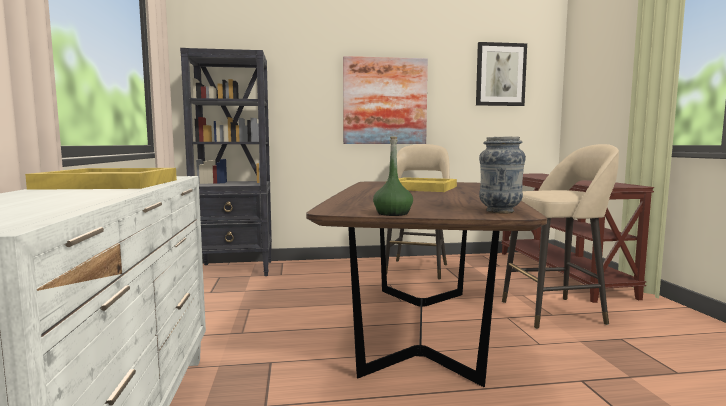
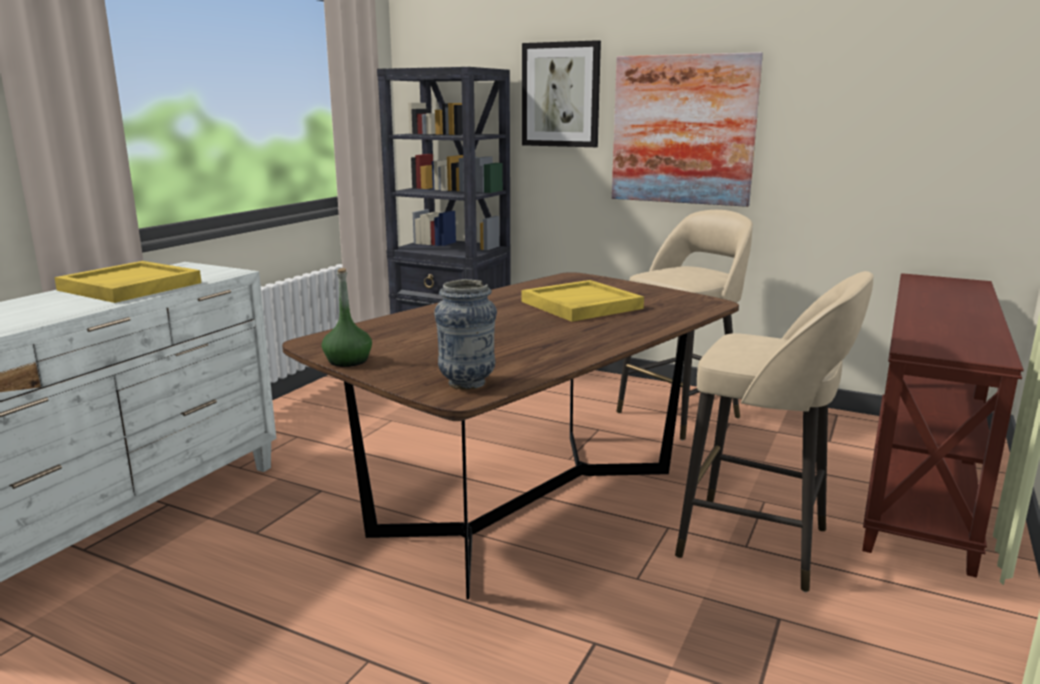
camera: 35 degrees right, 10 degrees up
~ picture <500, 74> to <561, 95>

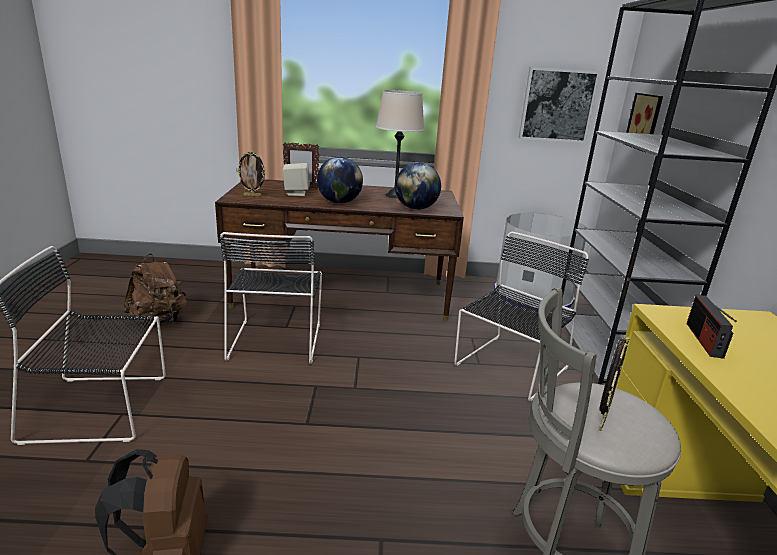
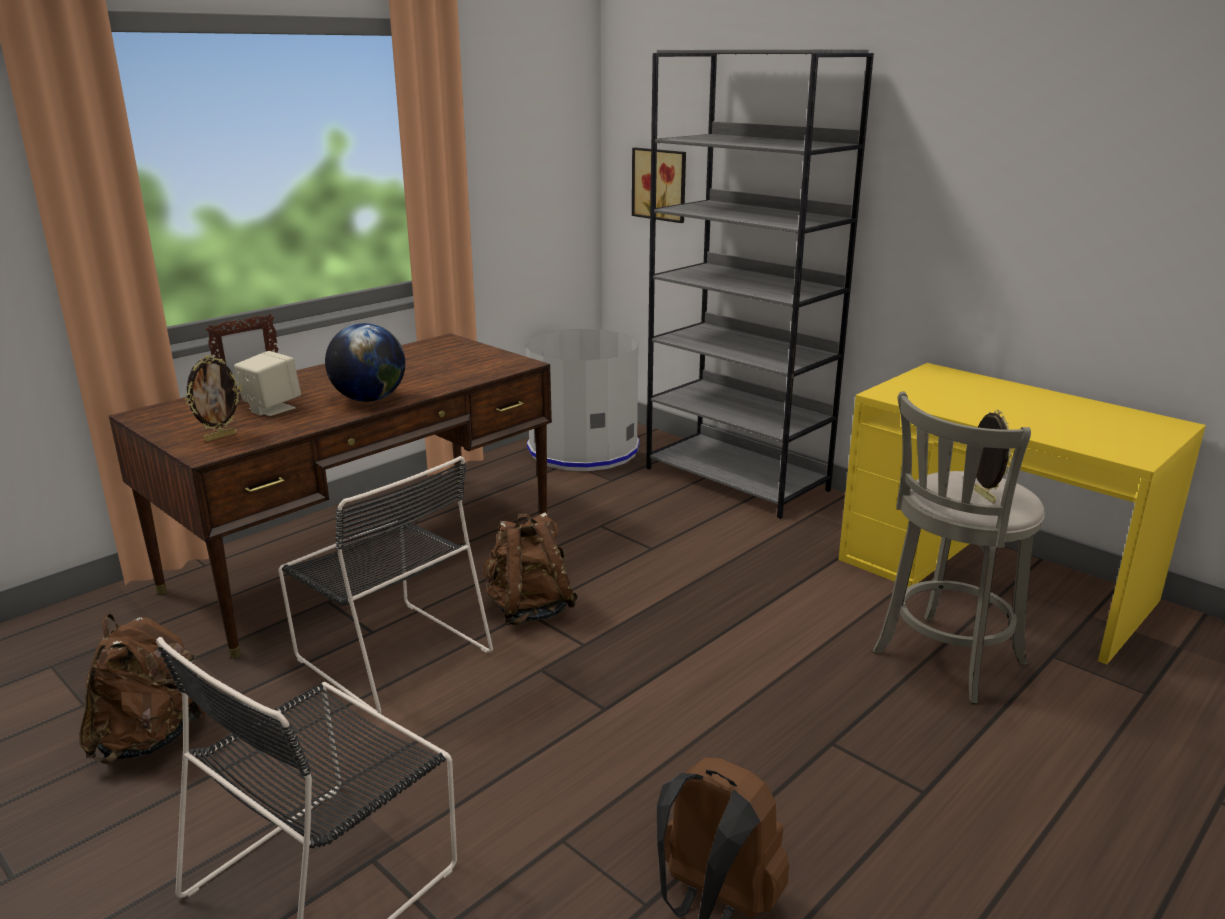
camera: 45 degrees left, 0 degrees up
+ brown backpack <529, 610>
- beige table lamp <395, 195>
- globe <416, 208>
- black chair <509, 367>
- picture <557, 105>
- radio <704, 340>

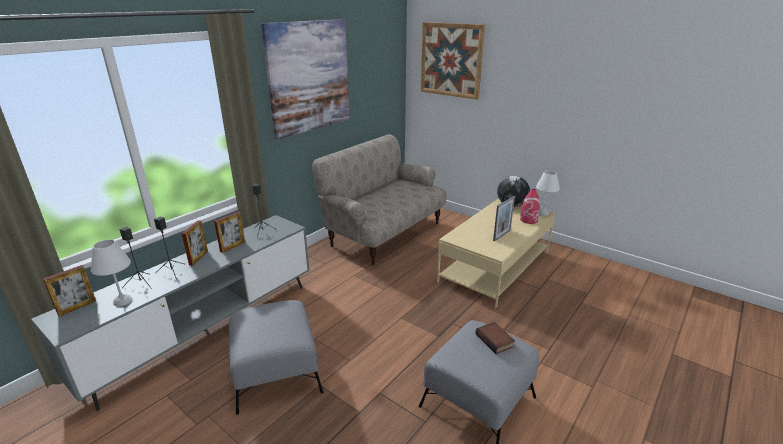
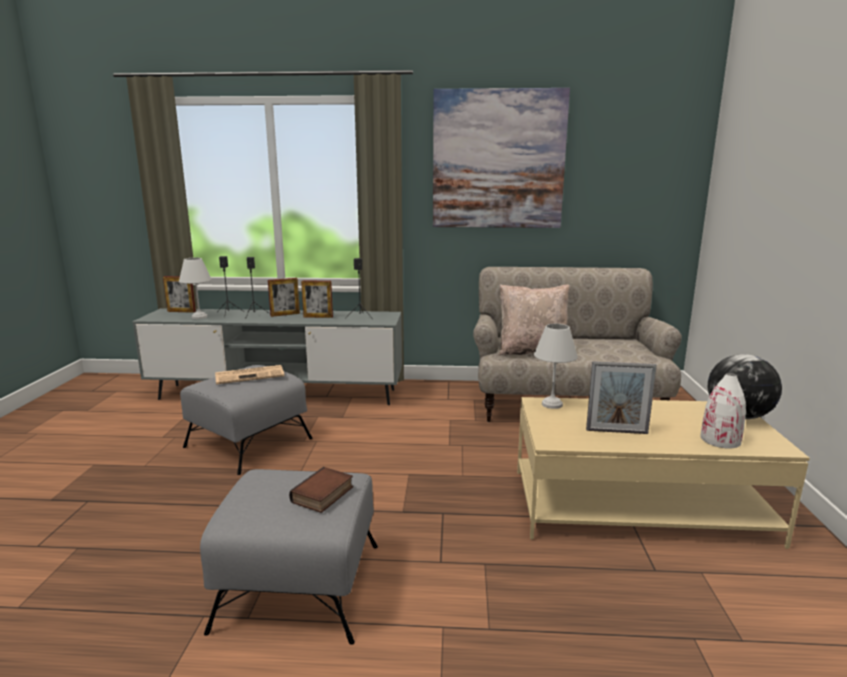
camera: 55 degrees right, 10 degrees down
+ newspaper <250, 375>
+ beige pillow <532, 351>
~ white table lamp <542, 213> to <551, 404>
~ red vase <529, 220> to white vase <720, 440>
- picture <451, 60>

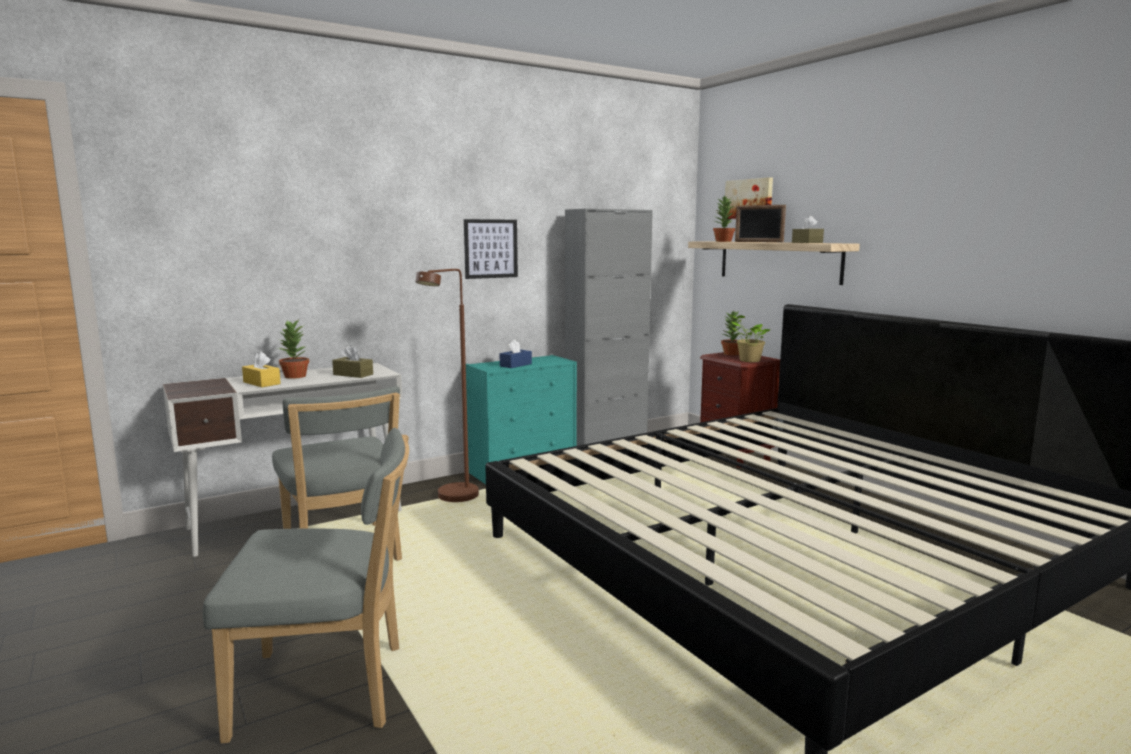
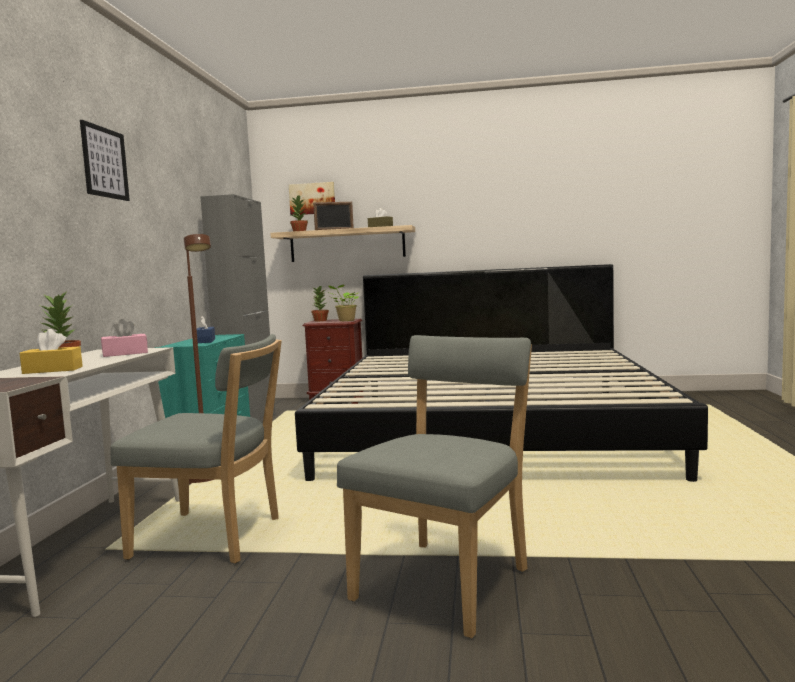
camera: 50 degrees left, 5 degrees down
~ picture <490, 248> to <104, 162>
~ brown tissue box <353, 374> to pink tissue box <125, 353>

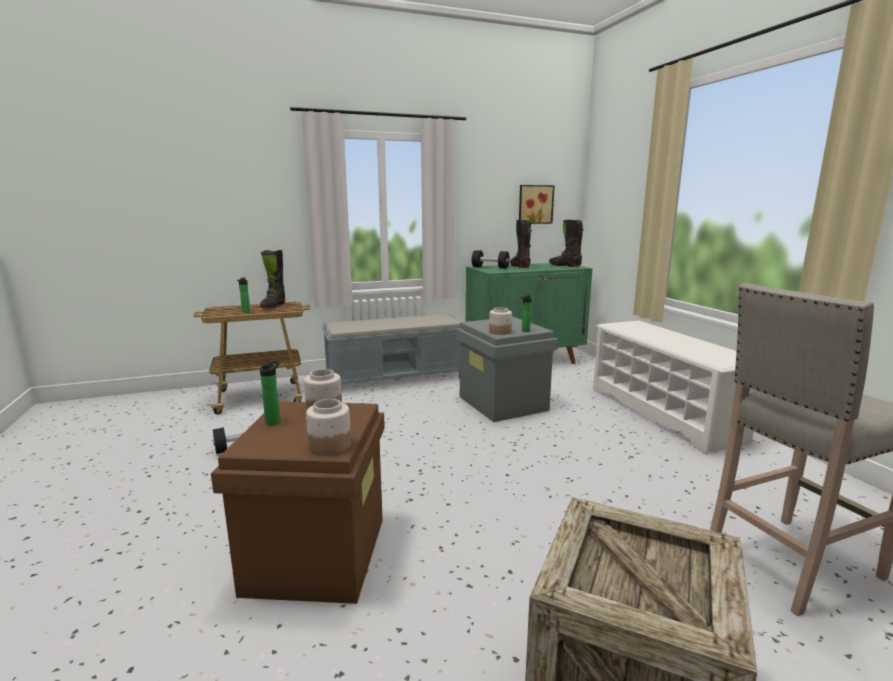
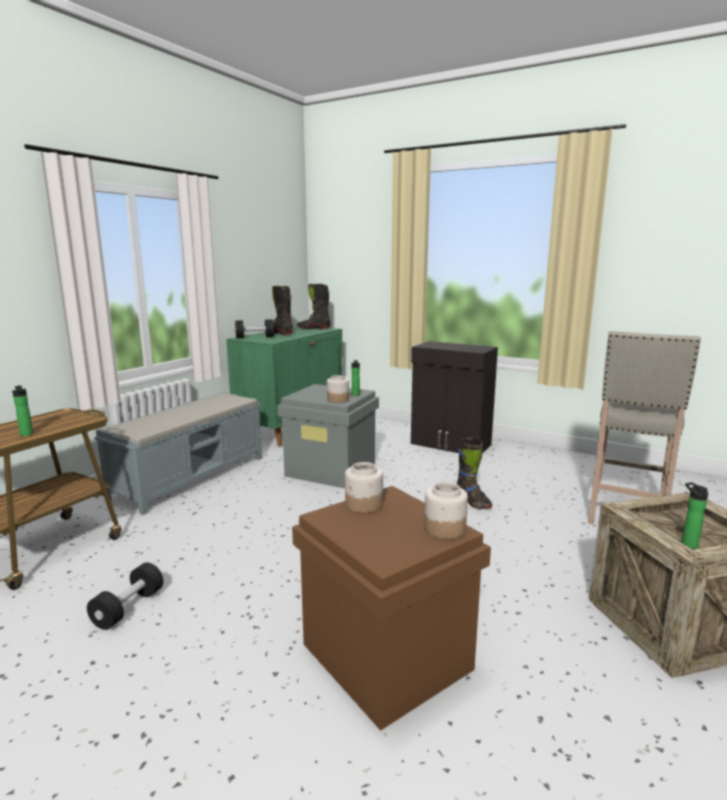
camera: 40 degrees left, 0 degrees up
~ white shoe rack <664, 414> to black cabinet <450, 444>
~ black boot <273, 306> to <472, 502>
~ bottle <274, 421> to <687, 543>
- picture <535, 204>

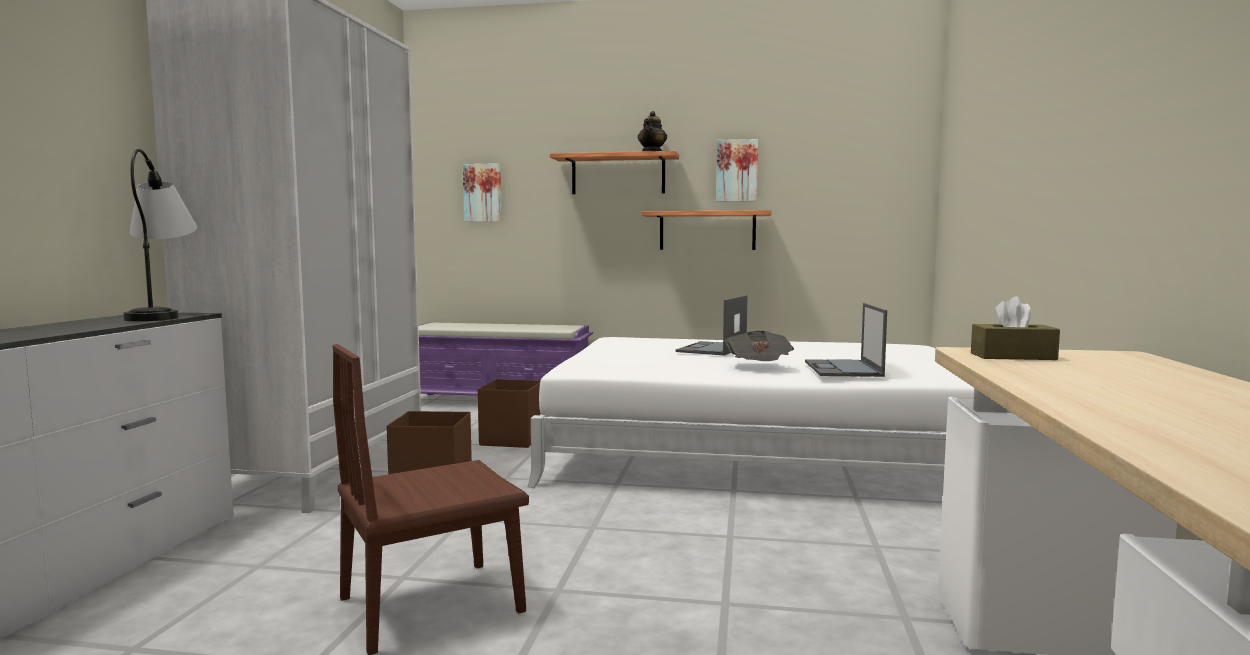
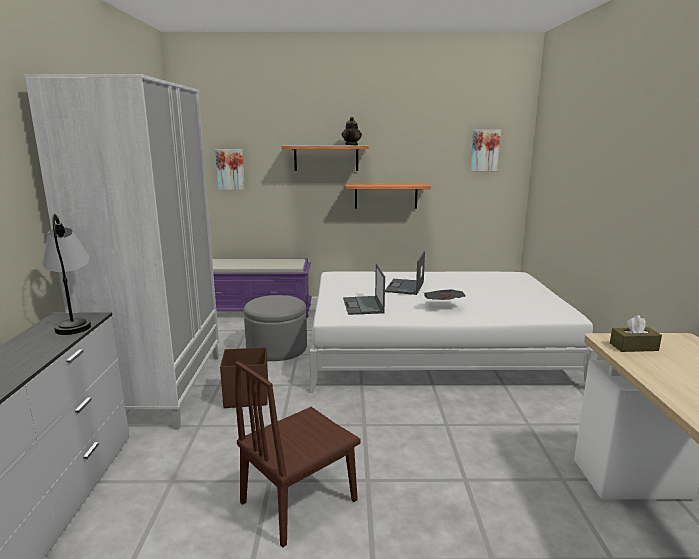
camera: 10 degrees left, 10 degrees up
~ brown storage box <511, 440> to grey ottoman <277, 348>
~ laptop <843, 369> to <363, 306>
~ picture <737, 170> to <484, 150>

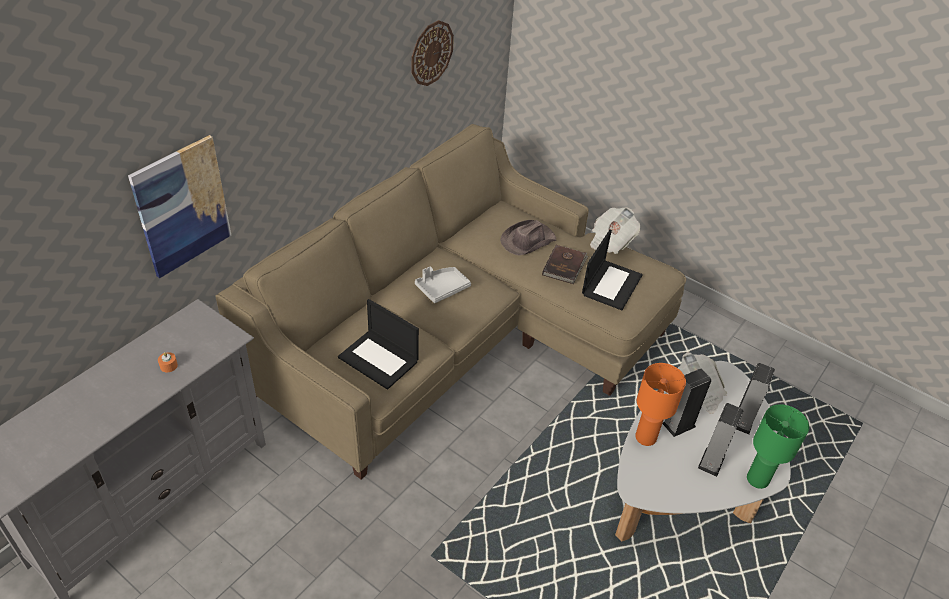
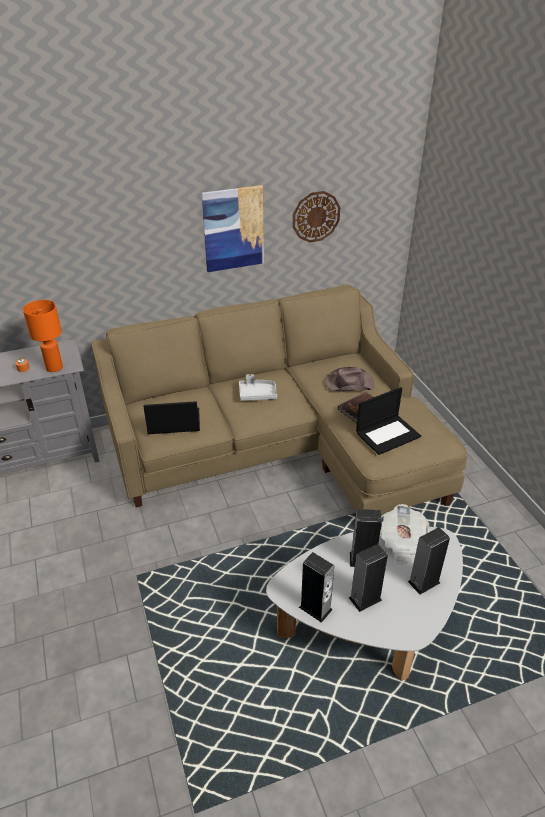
camera: 35 degrees right, 5 degrees down
~ orange table lamp <646, 437> to <55, 368>
~ laptop <379, 359> = <173, 422> 105 degrees clockwise
~ picture <182, 206> to <233, 229>
+ speaker <315, 608>
- newspaper <611, 241>
- green table lamp <758, 479>

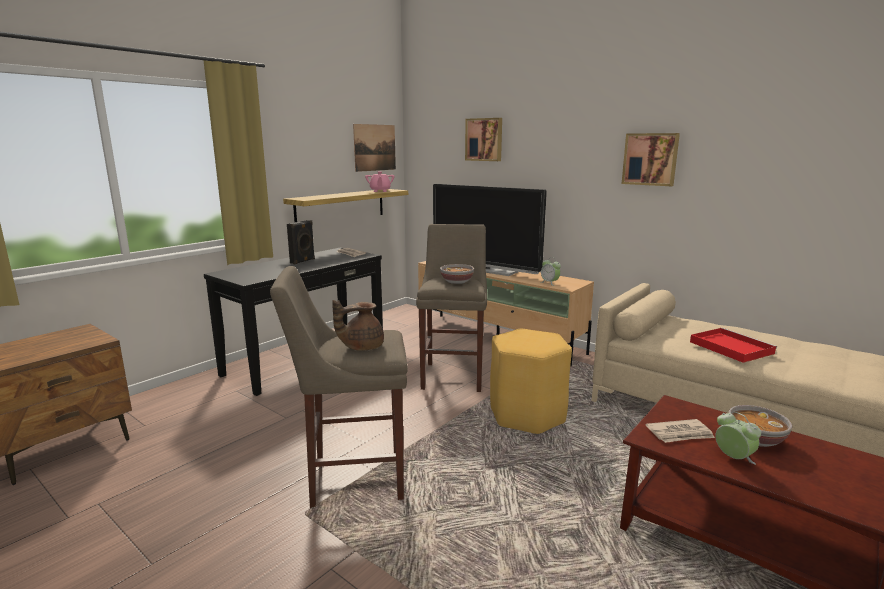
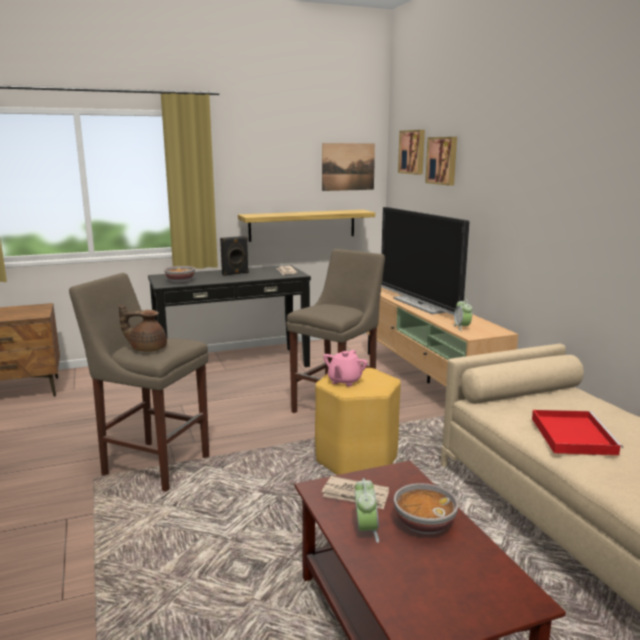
camera: 30 degrees right, 0 degrees up
~ bowl <457, 282> to <180, 281>
~ pink teapot <380, 191> to <344, 381>
~ picture <650, 159> to <413, 152>

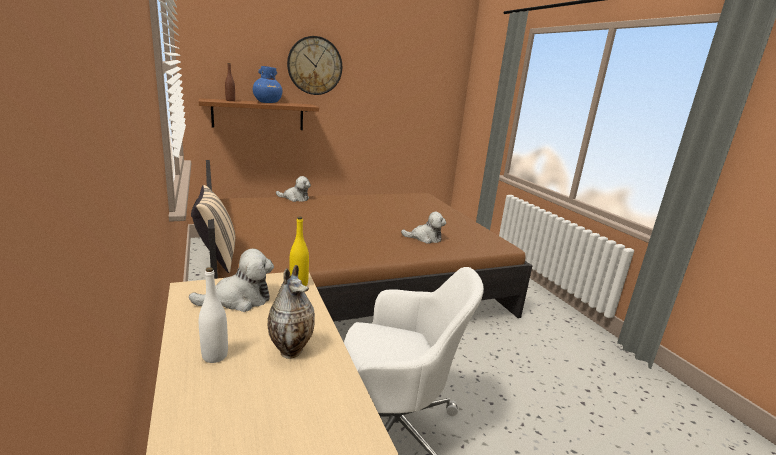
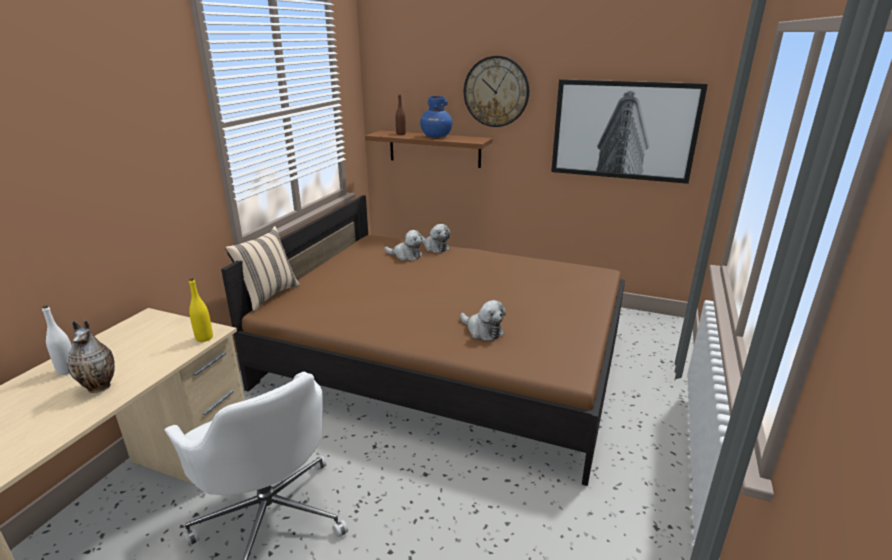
camera: 45 degrees right, 5 degrees up
~ plush toy <239, 299> to <406, 255>
+ picture <623, 130>

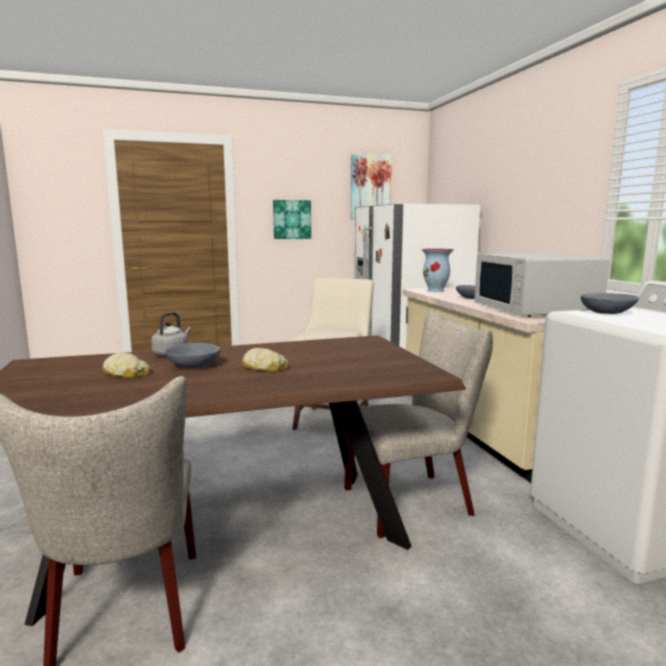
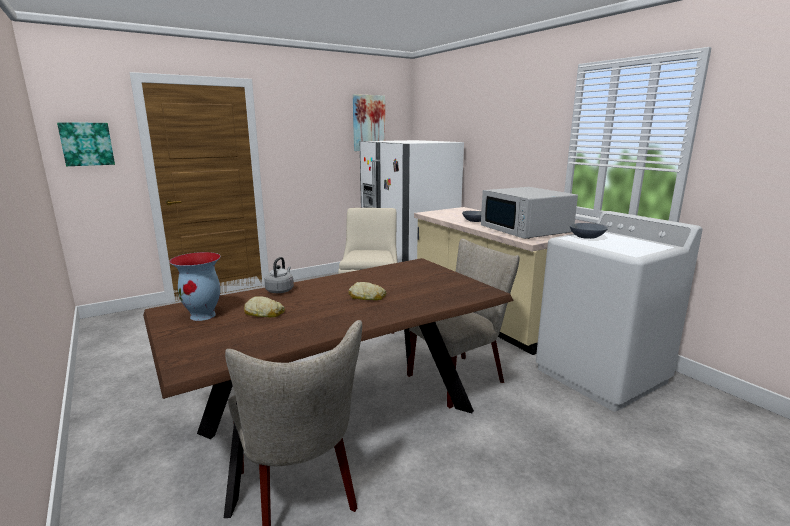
camera: 15 degrees left, 5 degrees up
~ picture <291, 219> to <87, 144>
~ vase <436, 291> to <204, 315>
- grey bowl <193, 366>

